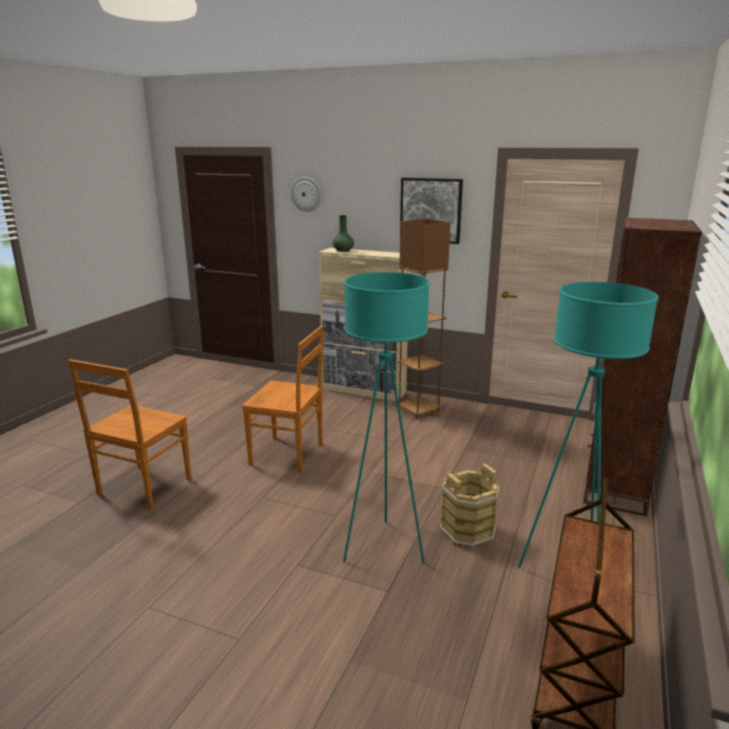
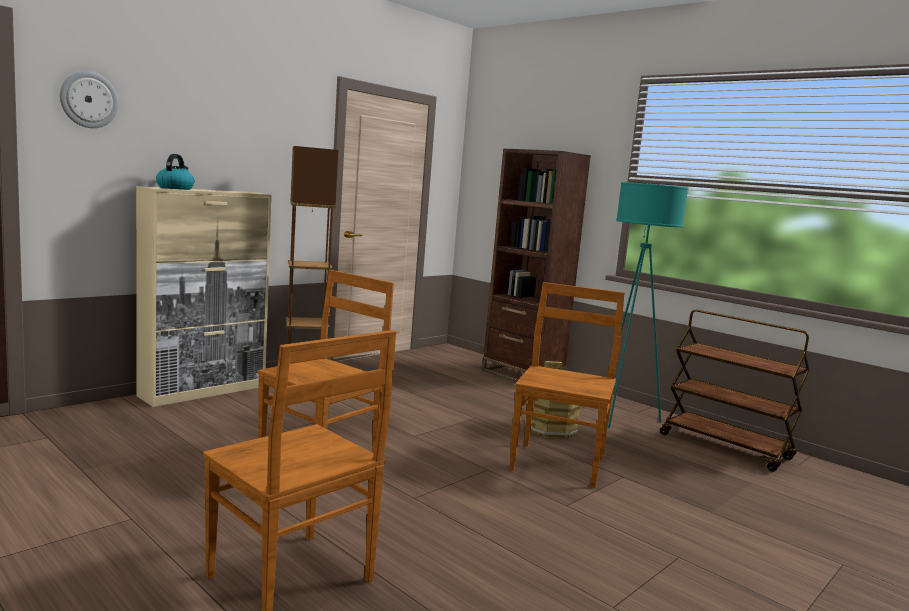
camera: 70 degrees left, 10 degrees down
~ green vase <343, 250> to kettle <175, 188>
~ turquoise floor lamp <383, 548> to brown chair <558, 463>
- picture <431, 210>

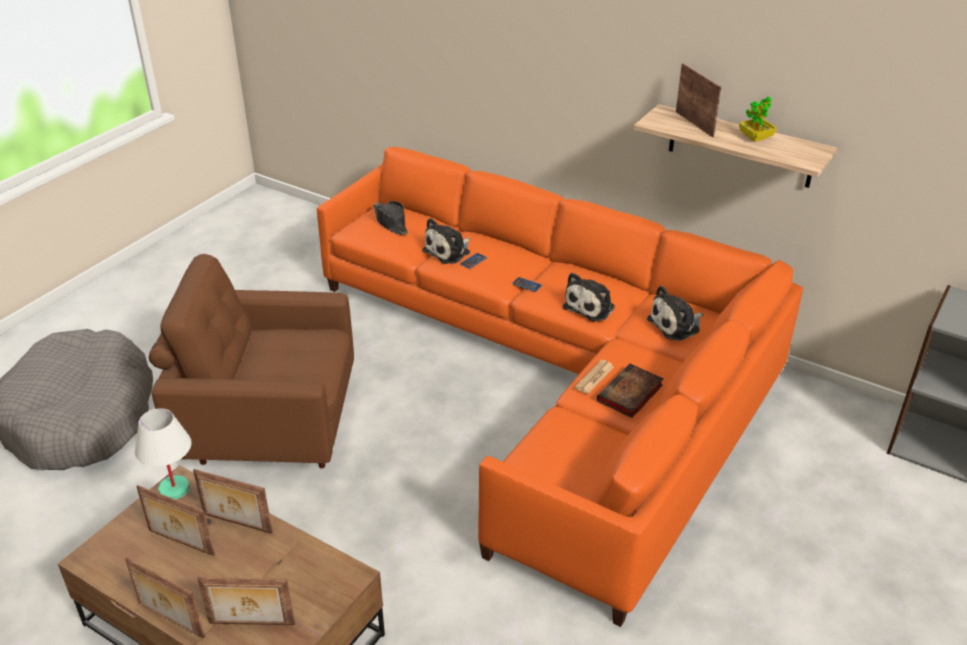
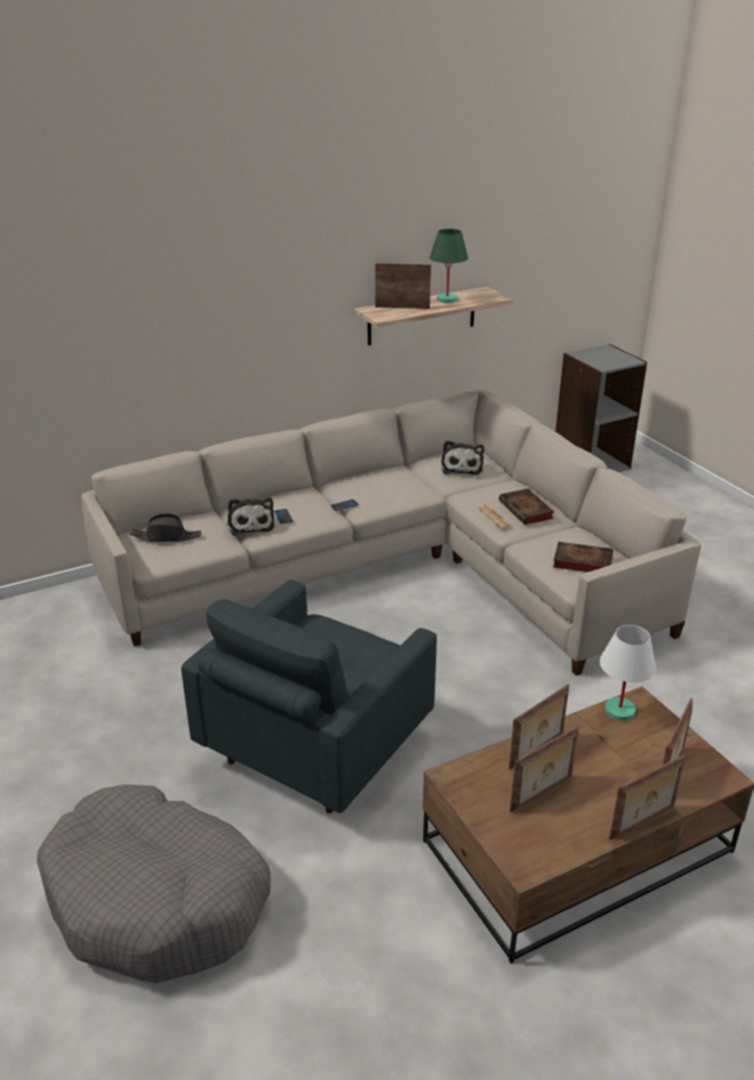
camera: 60 degrees left, 5 degrees down
~ orange sofa <560, 377> to beige sofa <398, 567>
~ brown armchair <269, 426> to grey armchair <314, 748>
~ potted plant <755, 138> to green table lamp <446, 299>
+ book <581, 562>
~ white table lamp <174, 490> to <620, 711>
- plush toy <591, 306>

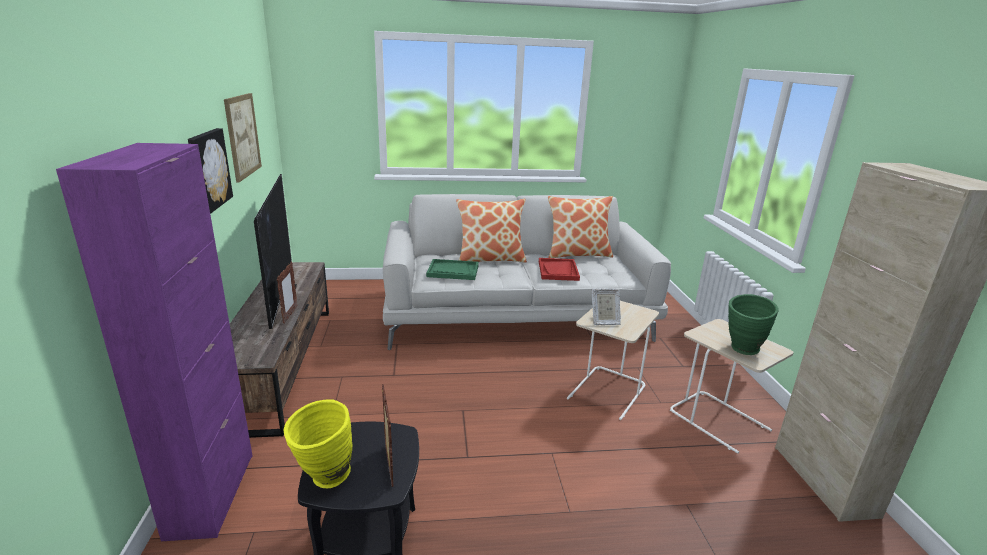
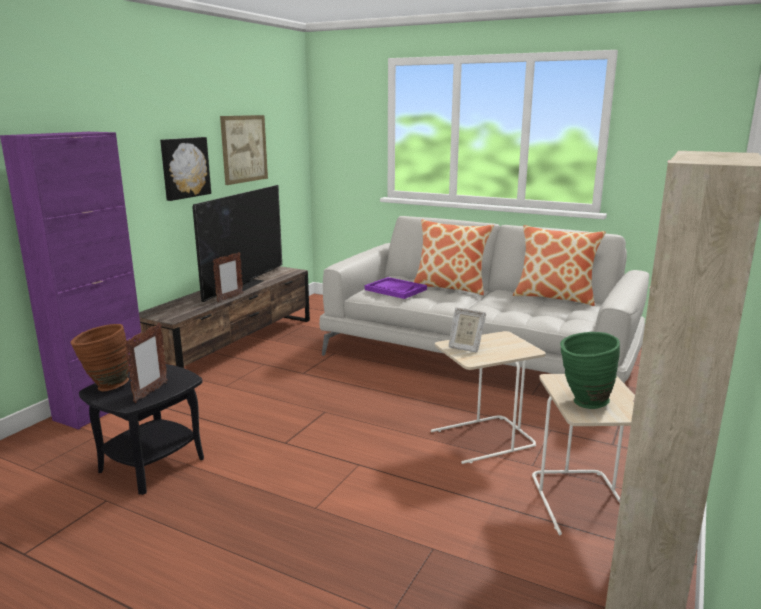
camera: 35 degrees right, 5 degrees down
~ yellow vase <323, 480> to brown vase <105, 387>
~ green tray <453, 271> to purple tray <395, 289>
- red tray <558, 271>

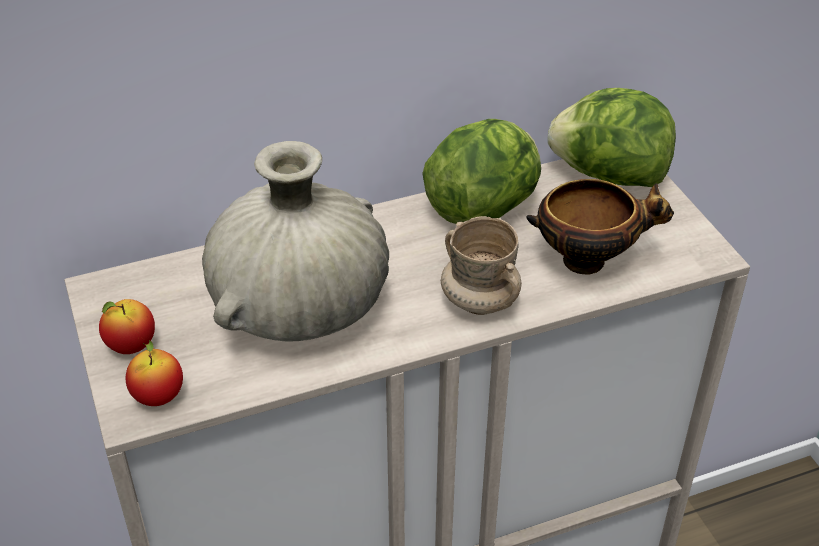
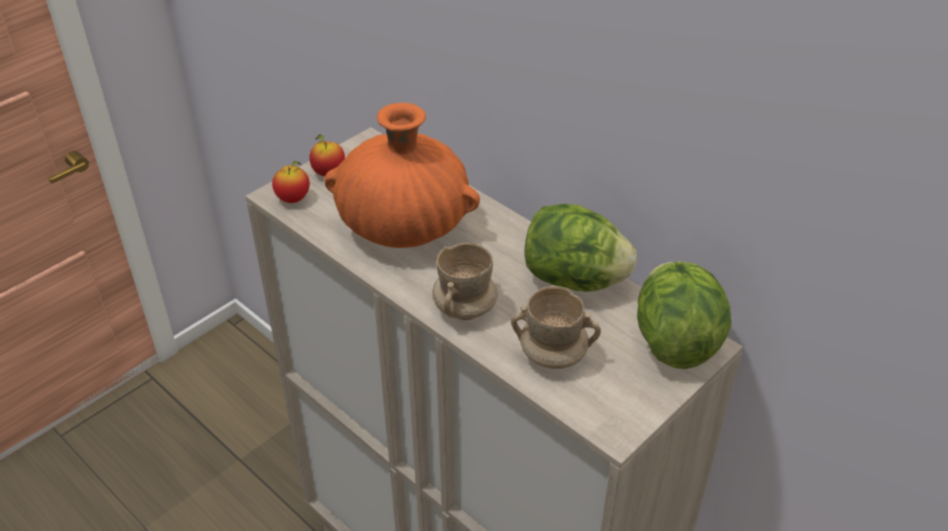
camera: 65 degrees right, 0 degrees up
~ beige vase <299, 307> to orange vase <404, 226>
~ bowl <588, 260> to beige mug <553, 356>

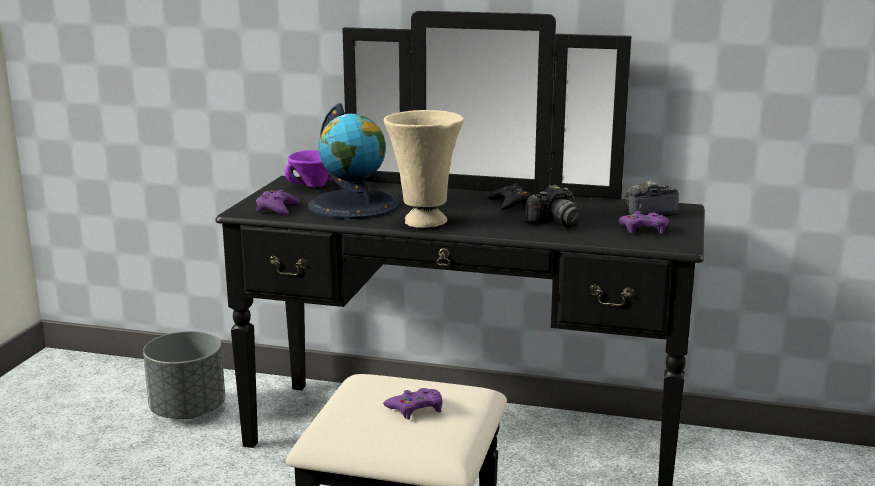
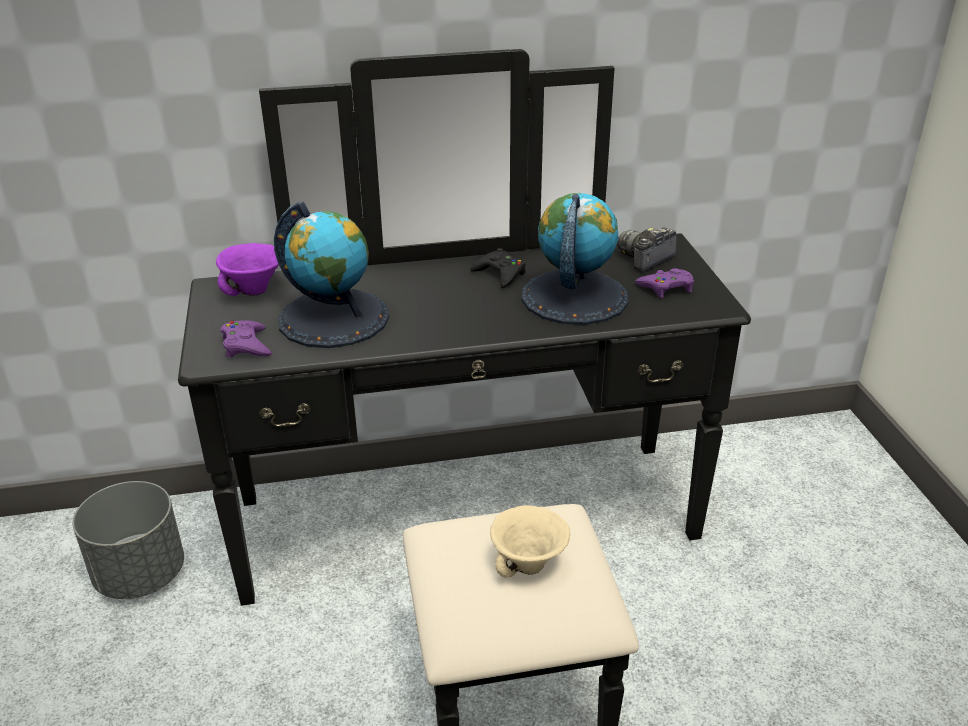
camera: 25 degrees left, 15 degrees up
~ purple game controller <416, 408> to beige bowl <529, 565>
~ photo camera <555, 222> to globe <574, 297>
- beige vase <424, 222>

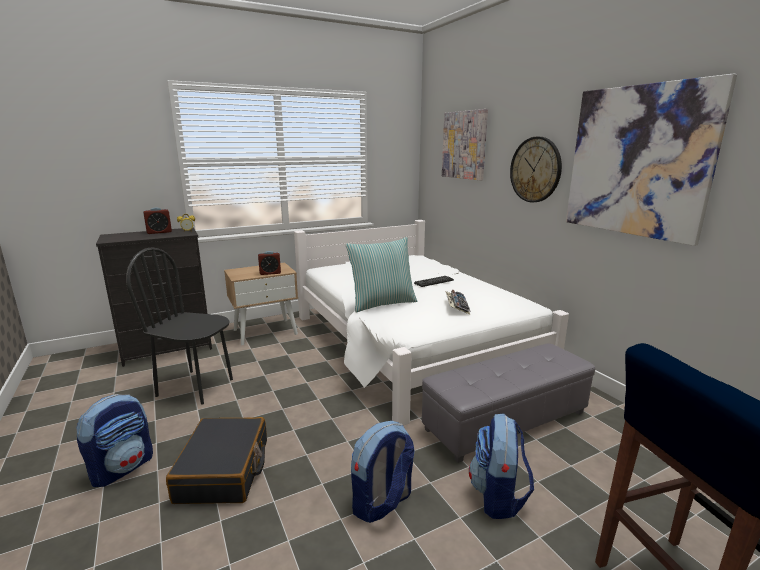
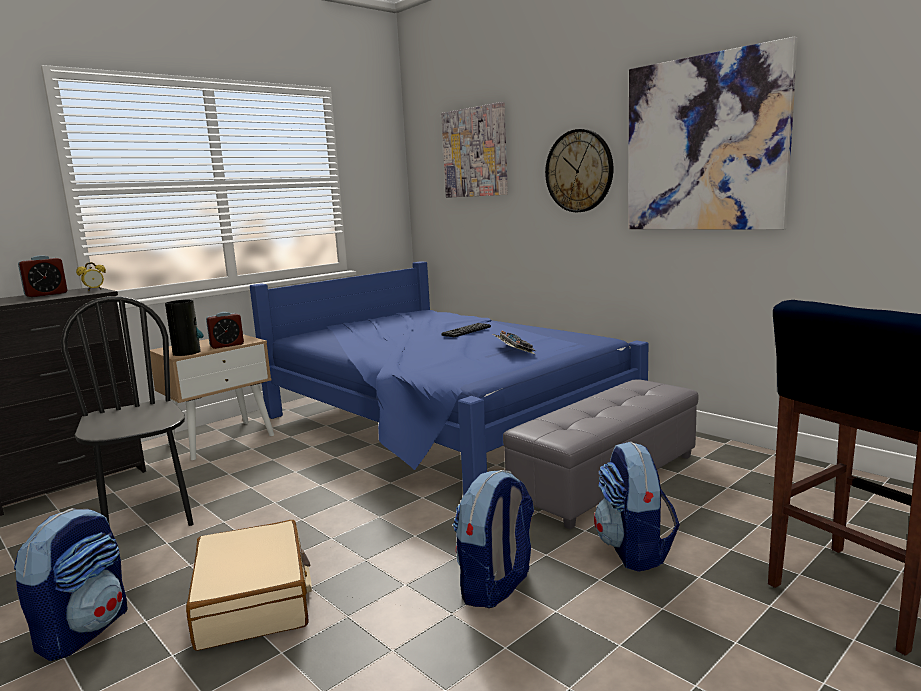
camera: 15 degrees left, 5 degrees down
~ black chair <196, 387> = <147, 518> 60 degrees clockwise
+ vase <187, 352>
~ black suitcase <224, 470> to beige suitcase <254, 600>
~ white bed <411, 343> to blue bed <444, 421>
- pillow <382, 303>

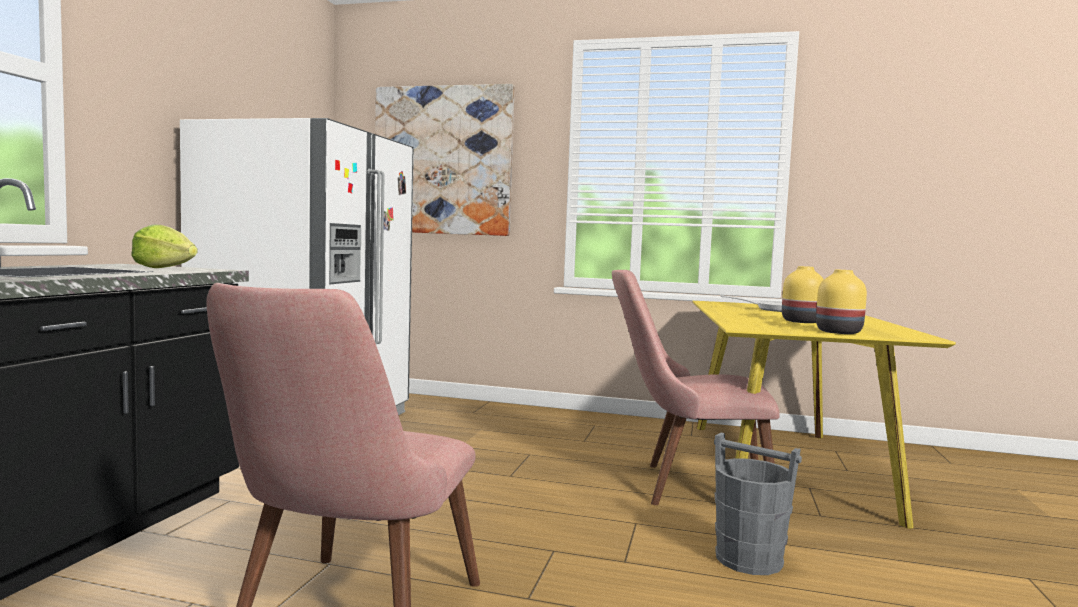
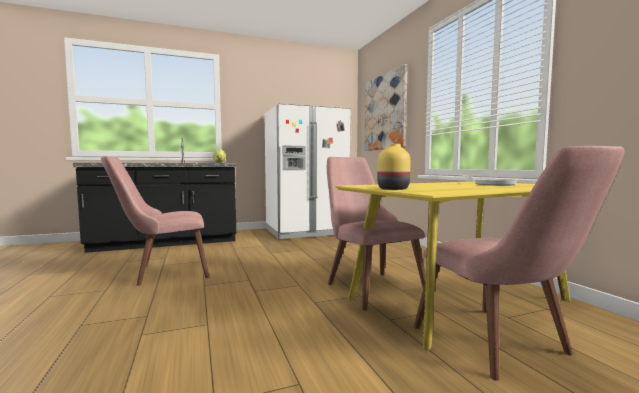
camera: 55 degrees right, 0 degrees up
+ pink chair <504, 348>
- grey bucket <749, 559>
- yellow vase <802, 321>

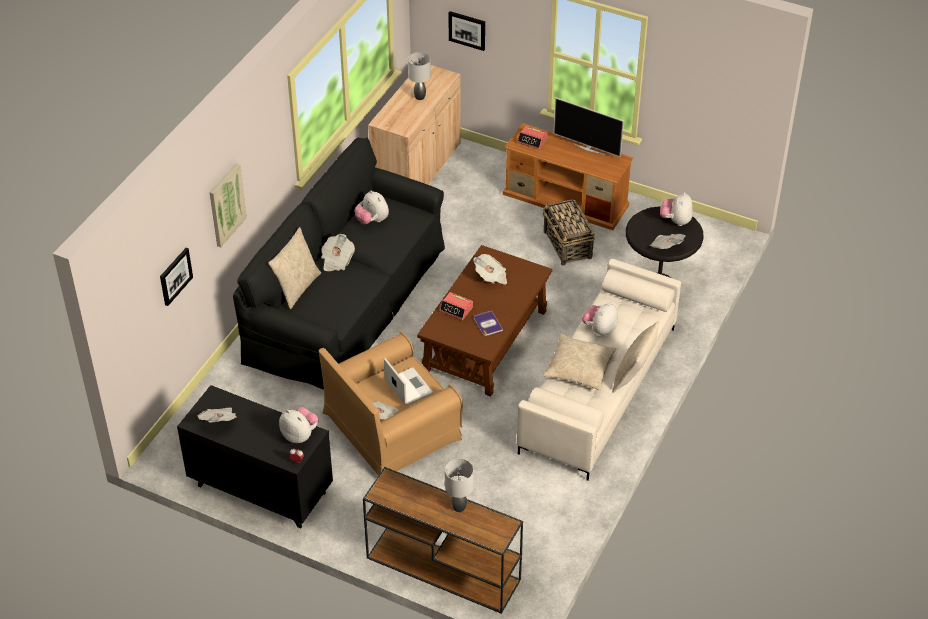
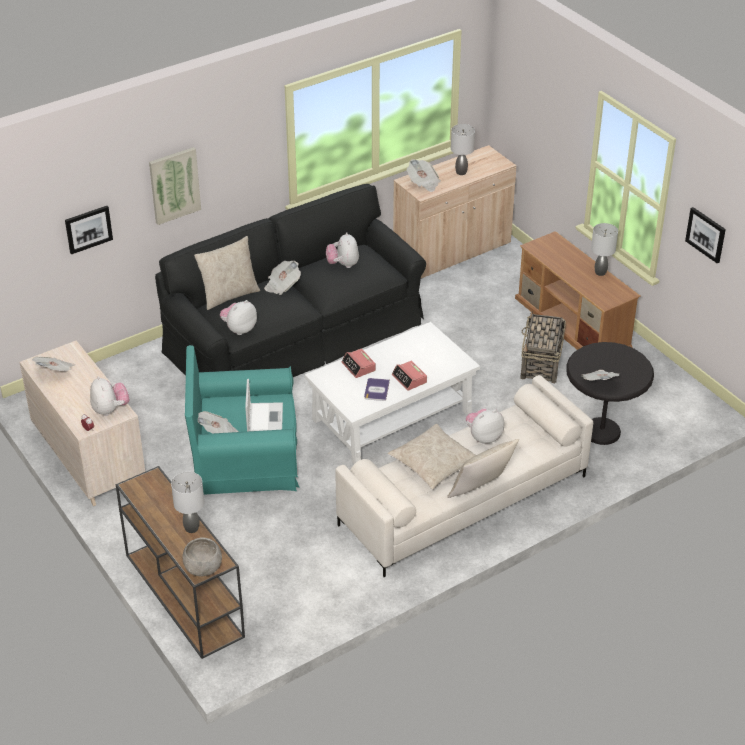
camera: 30 degrees right, 5 degrees down
~ black dresser <260, 489> to beige dresser <89, 459>
+ grey bowl <203, 568>
~ brown armchair <391, 425> to turquoise armchair <245, 453>
~ plush toy <676, 221> to <239, 329>
~ brown coffee table <485, 341> to white coffee table <391, 416>
~ alarm clock <532, 140> to <409, 379>
~ newspaper <491, 277> to <423, 183>
~ television <587, 148> to grey table lamp <600, 272>
~ picture <467, 30> to <706, 234>

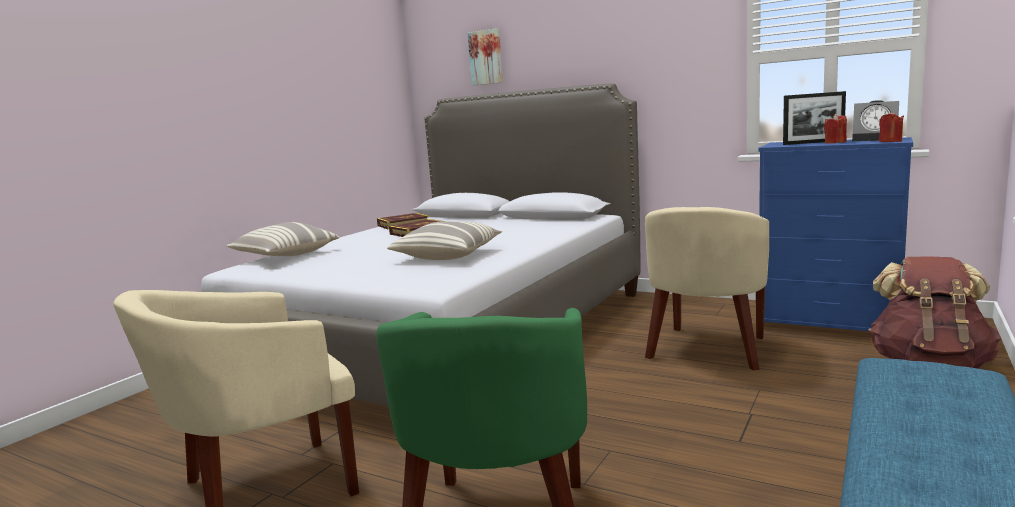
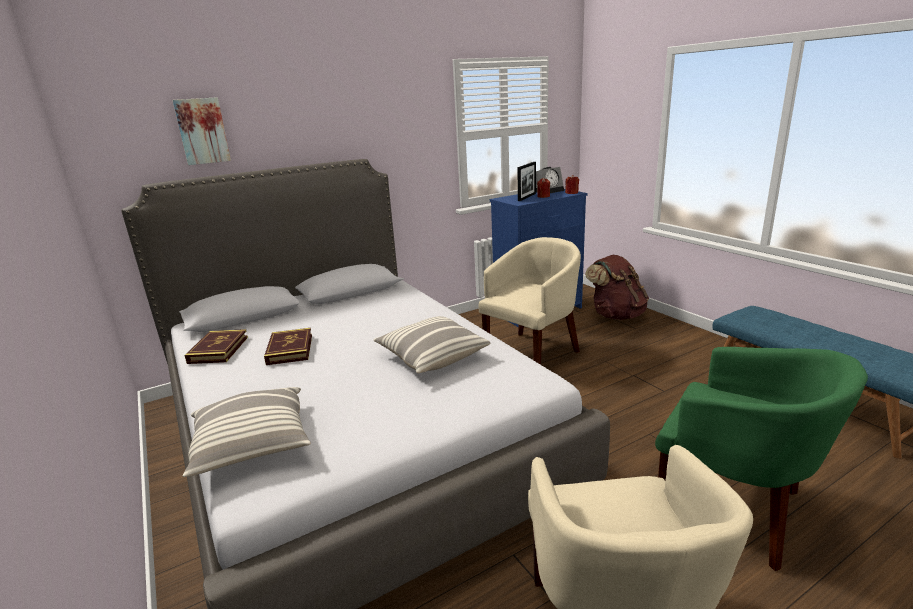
camera: 60 degrees left, 10 degrees up
~ beige armchair <707, 350> = <533, 352> 105 degrees counterclockwise

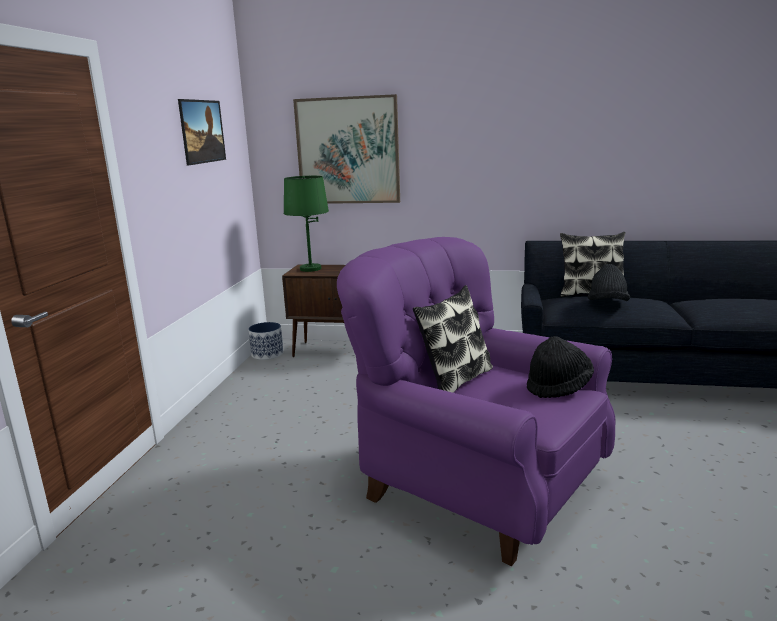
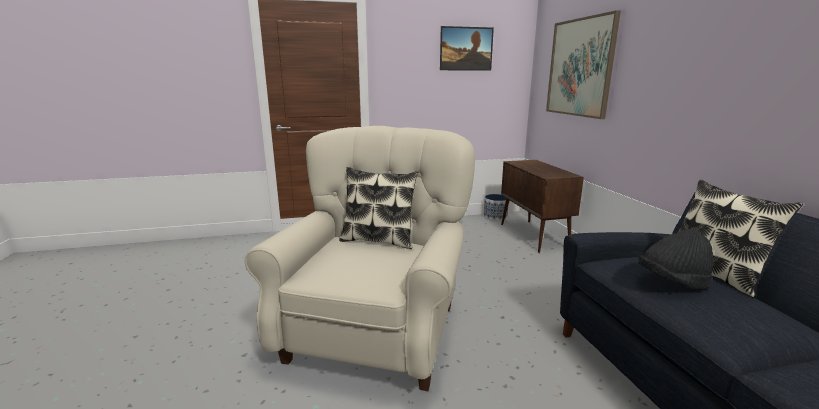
camera: 65 degrees right, 0 degrees up
~ purple armchair <473, 485> to beige armchair <376, 329>
- green table lamp <310, 269>
- black hat <558, 387>

